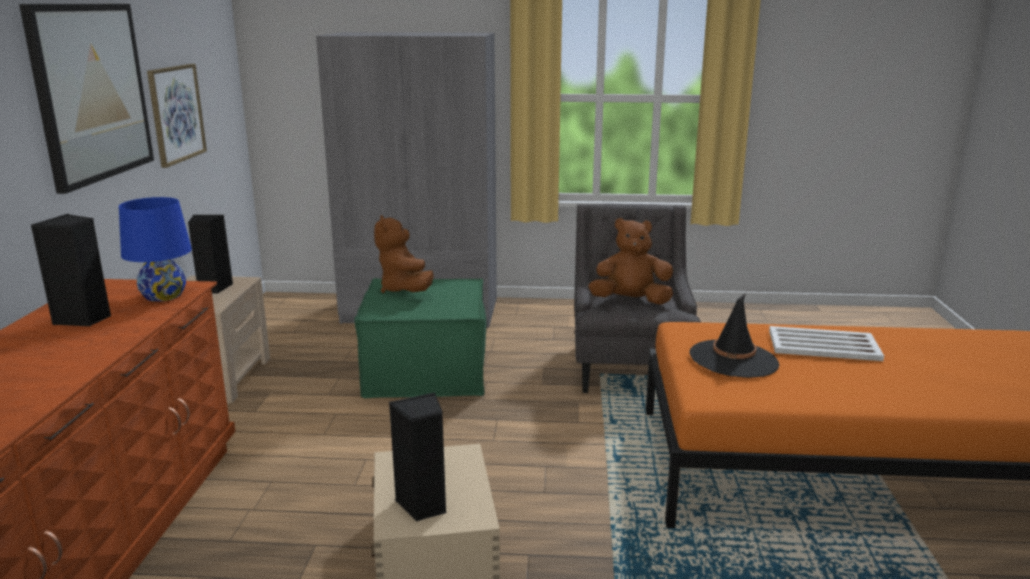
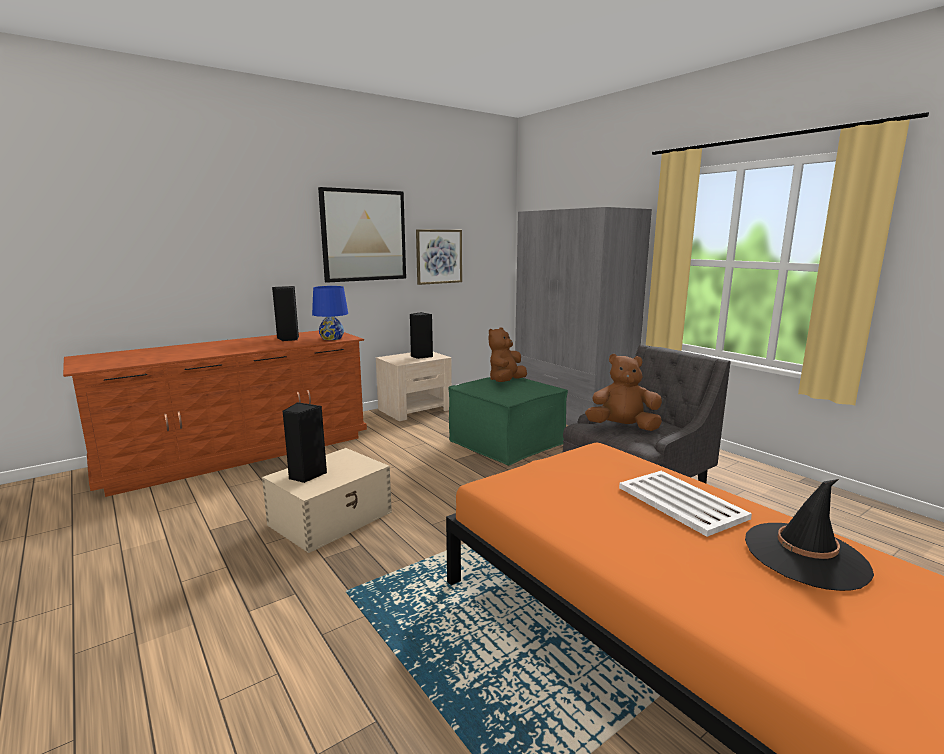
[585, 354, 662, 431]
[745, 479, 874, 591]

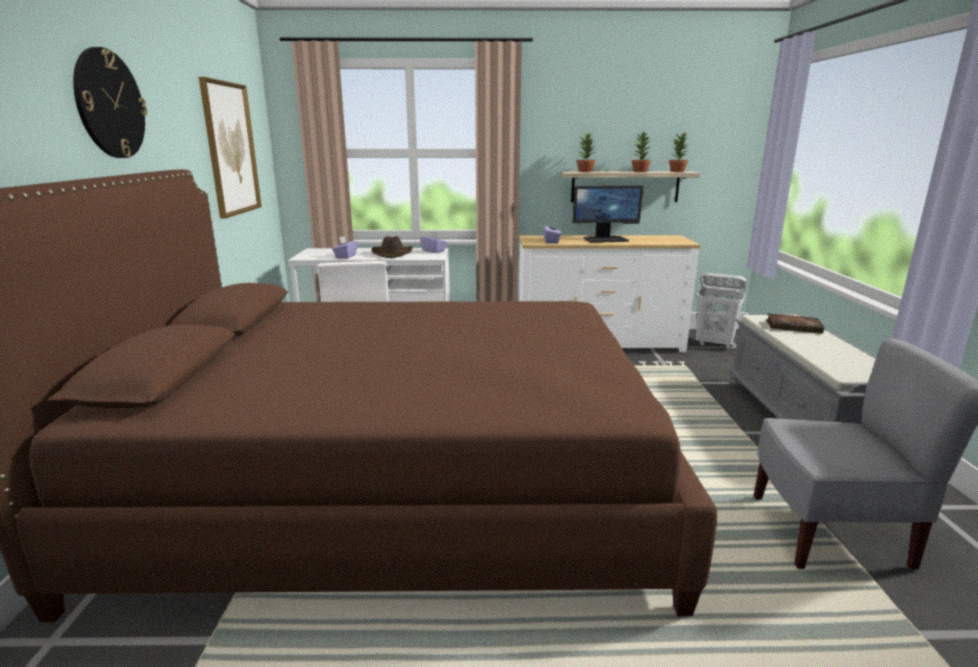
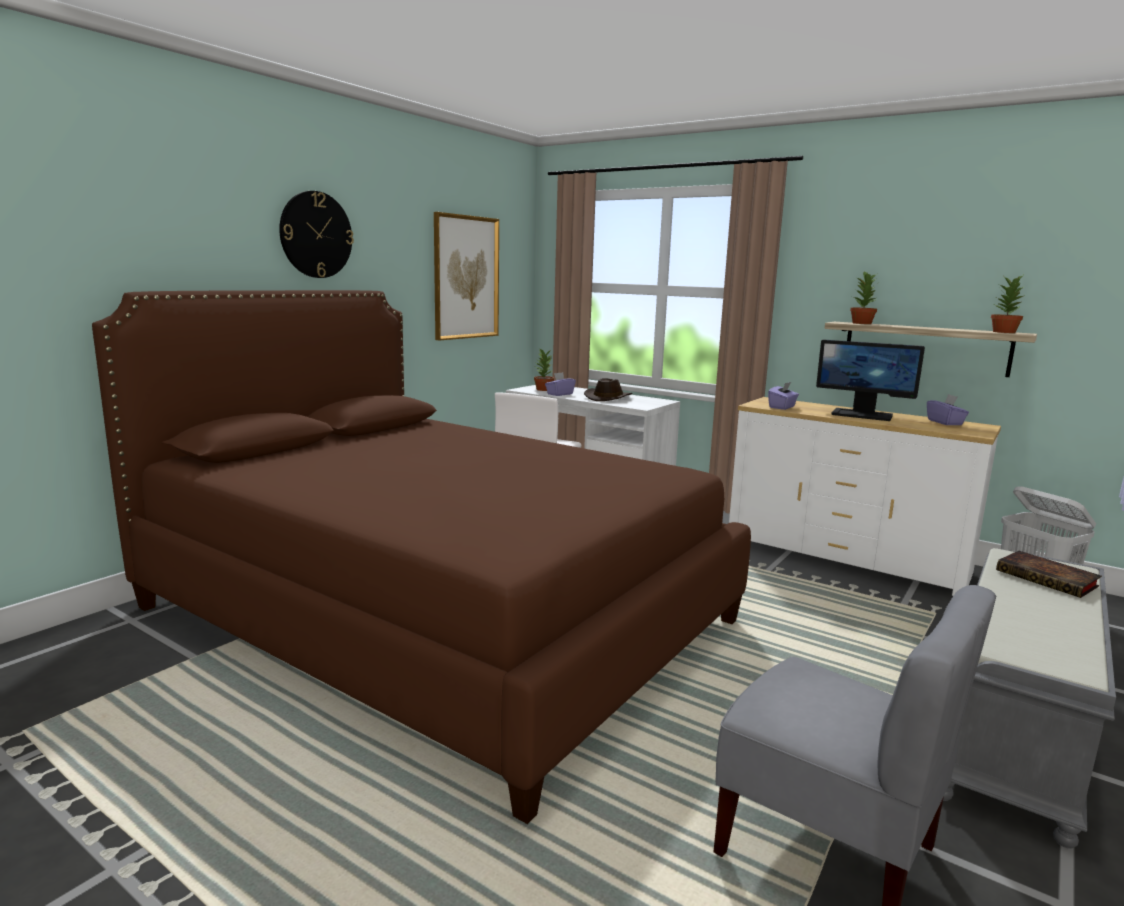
[534, 349, 554, 391]
[927, 394, 969, 425]

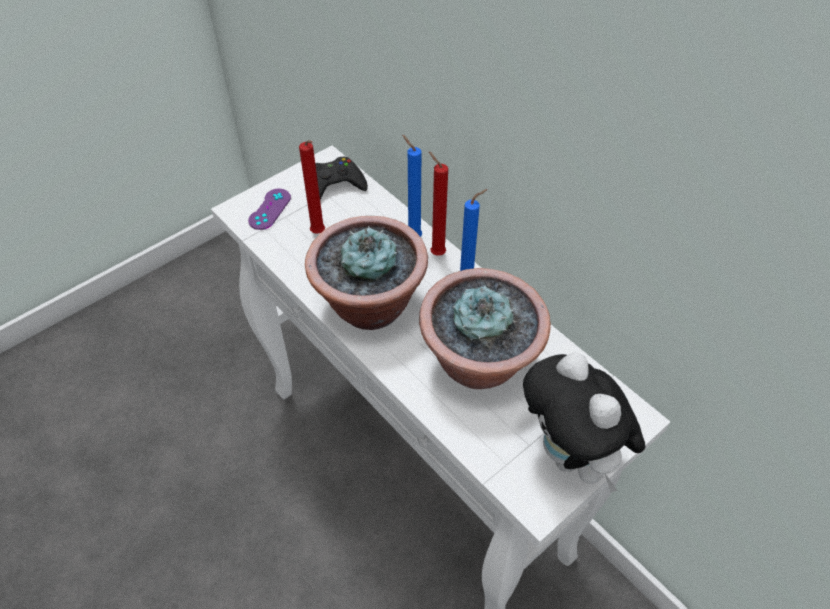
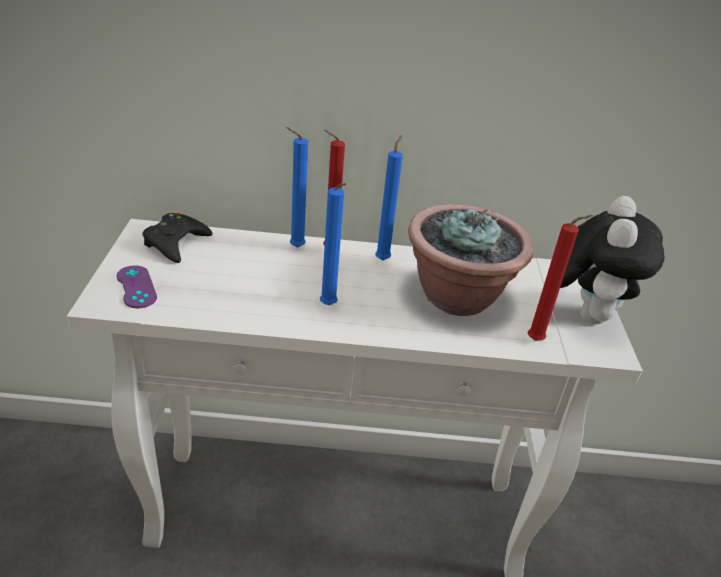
[320, 183, 346, 305]
[528, 215, 593, 341]
[560, 196, 664, 324]

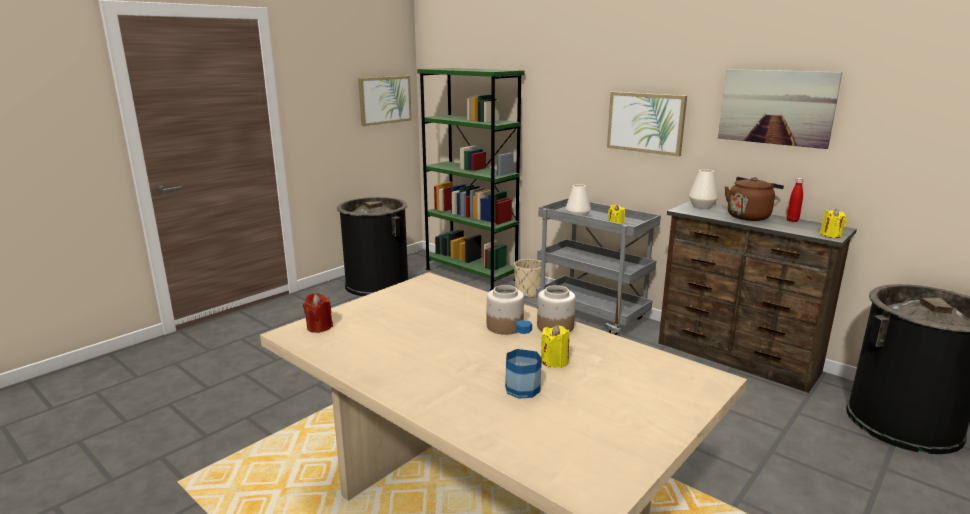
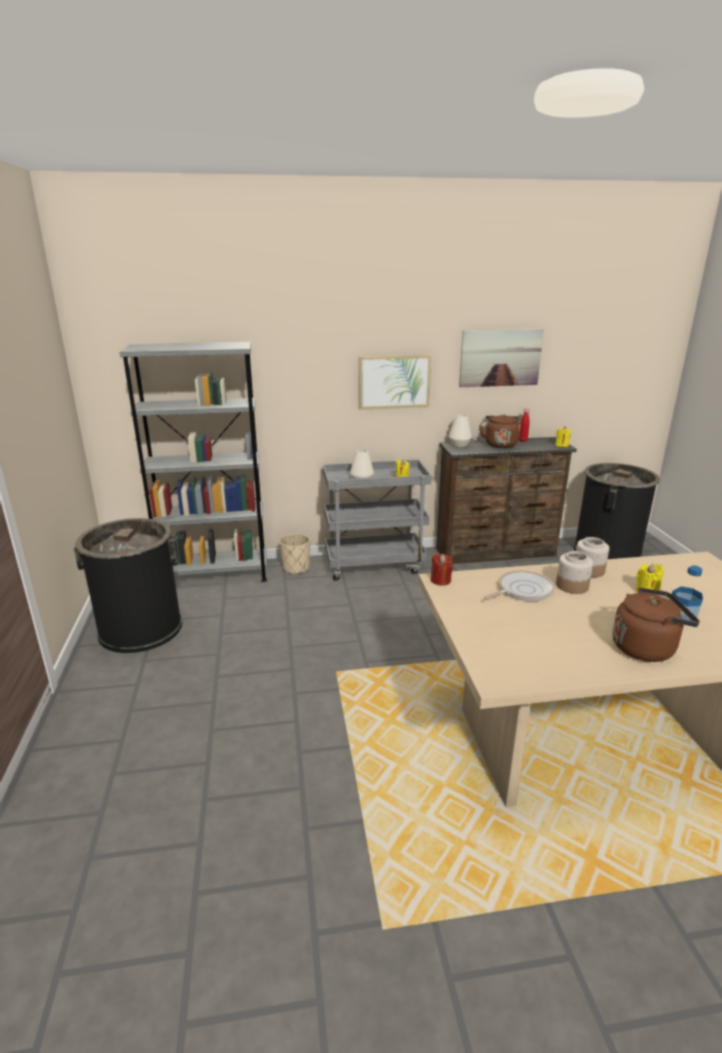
[119, 342, 267, 582]
[431, 554, 453, 586]
[484, 570, 556, 601]
[612, 587, 700, 662]
[358, 76, 412, 126] (first image)

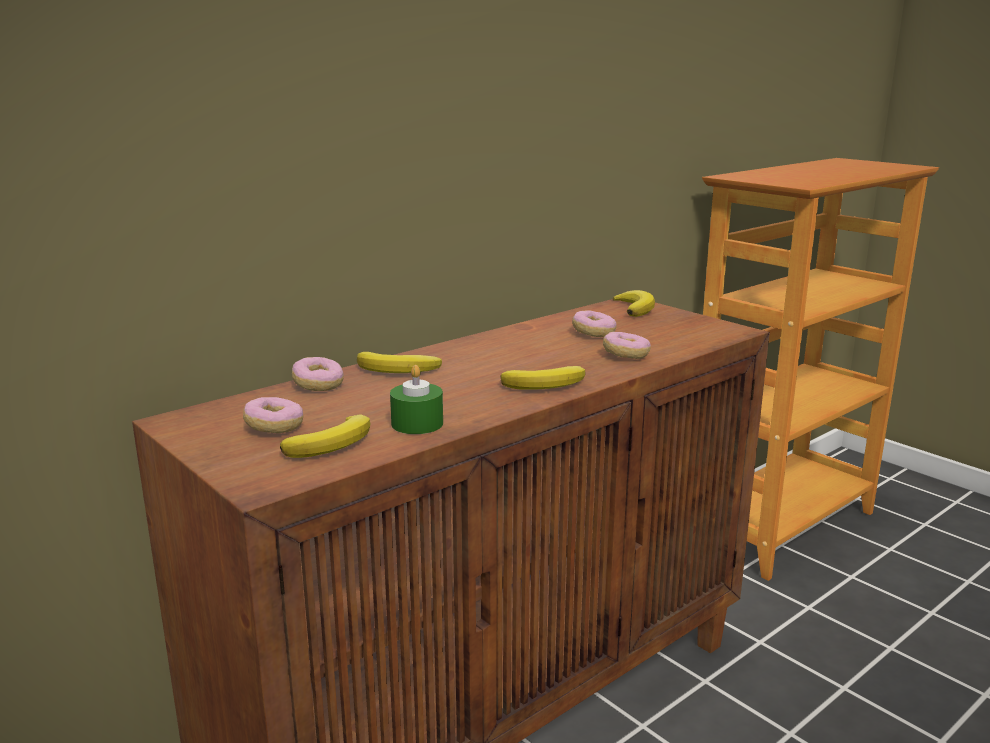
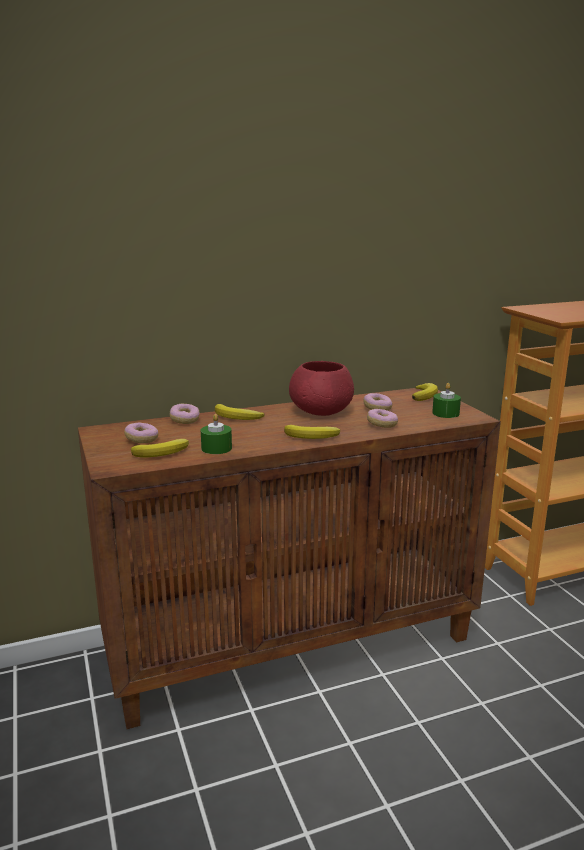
[289, 361, 354, 416]
[432, 383, 461, 418]

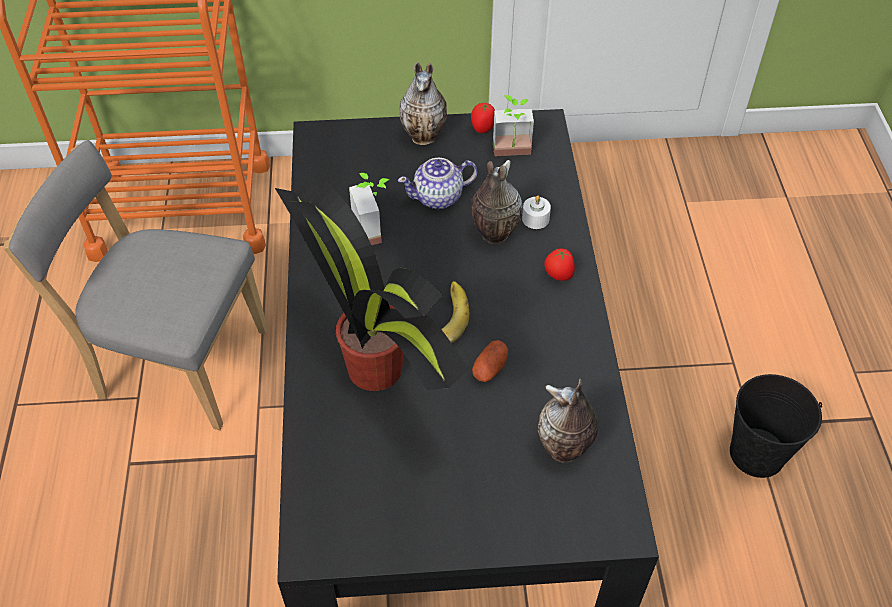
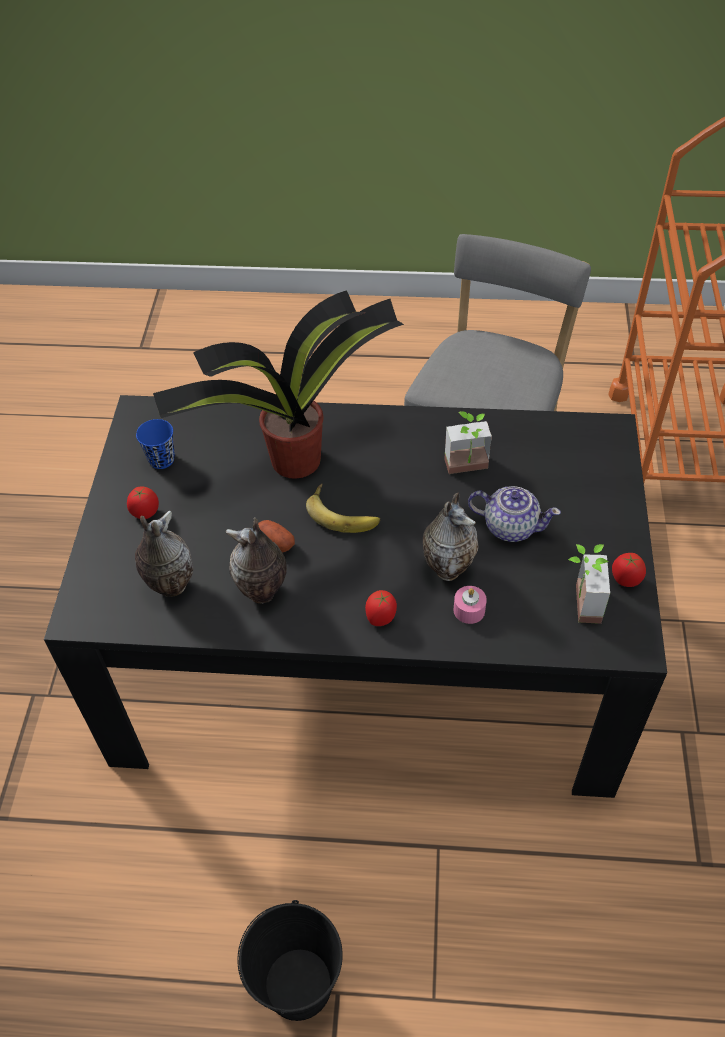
[127, 486, 159, 519]
[136, 419, 175, 469]
[226, 518, 287, 604]
[454, 586, 487, 624]
[468, 486, 561, 542]

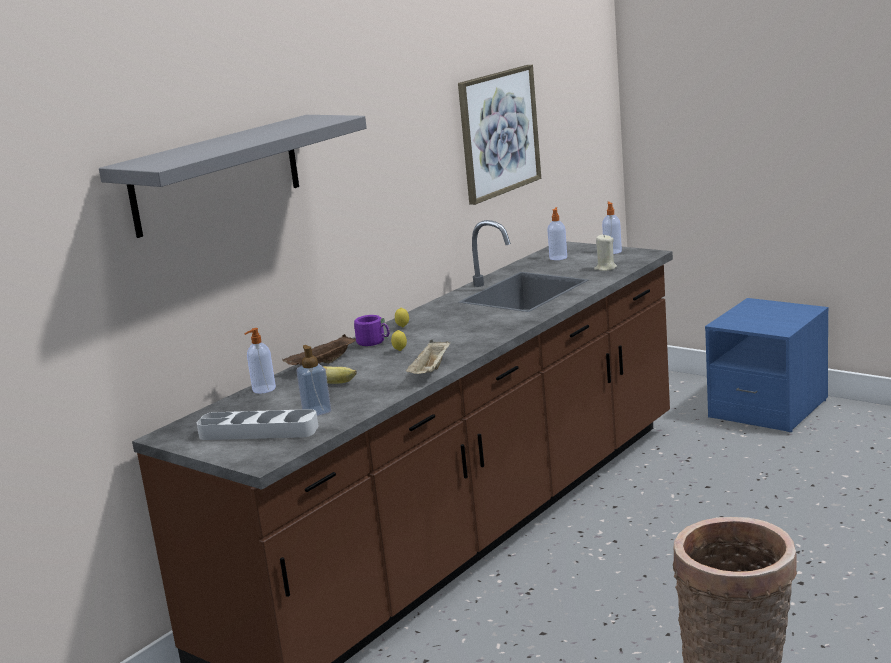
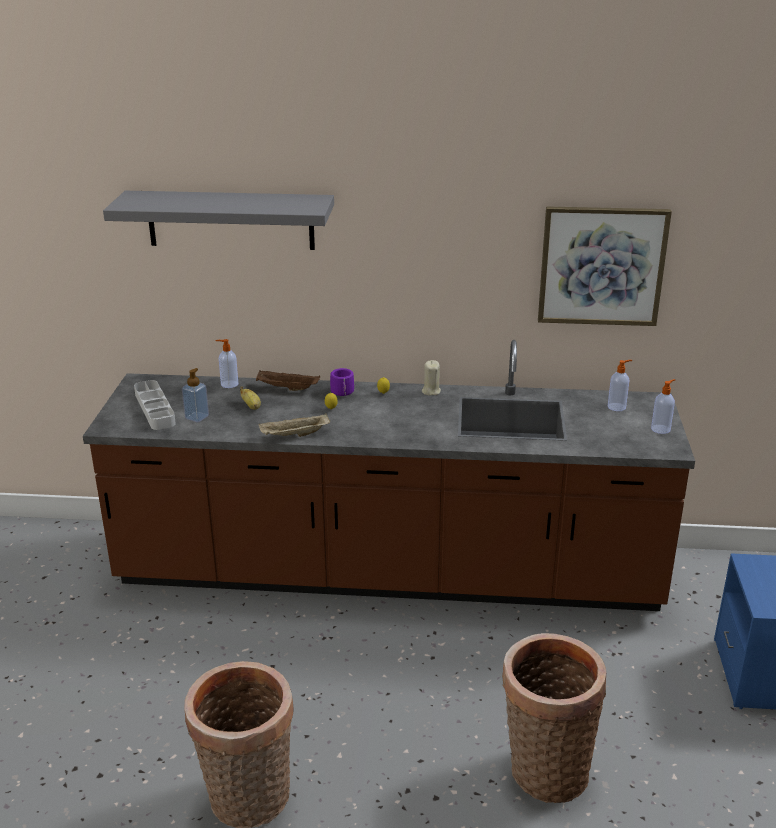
[422, 360, 441, 396]
[502, 633, 606, 803]

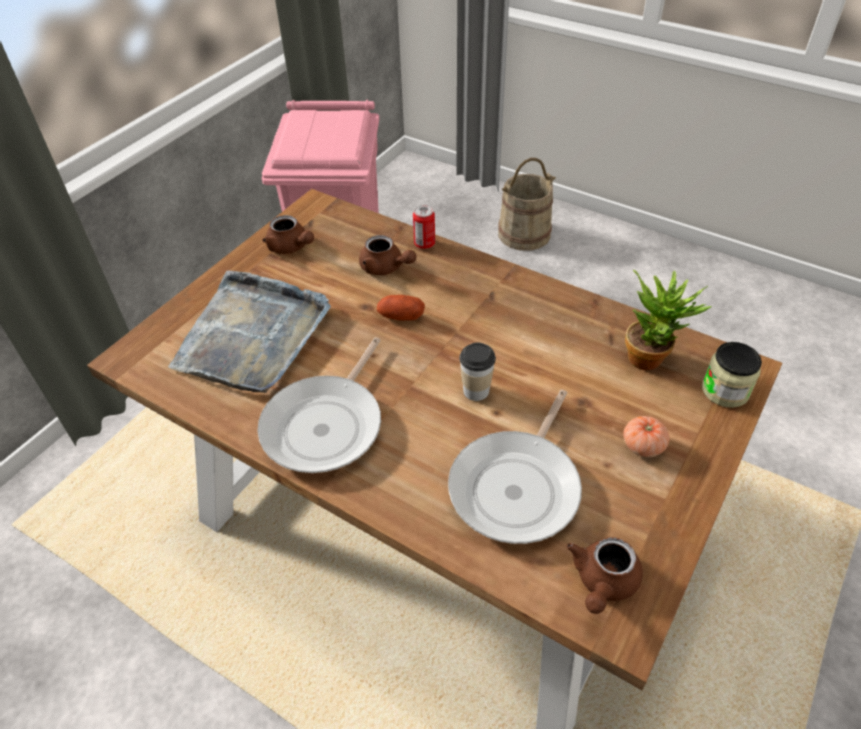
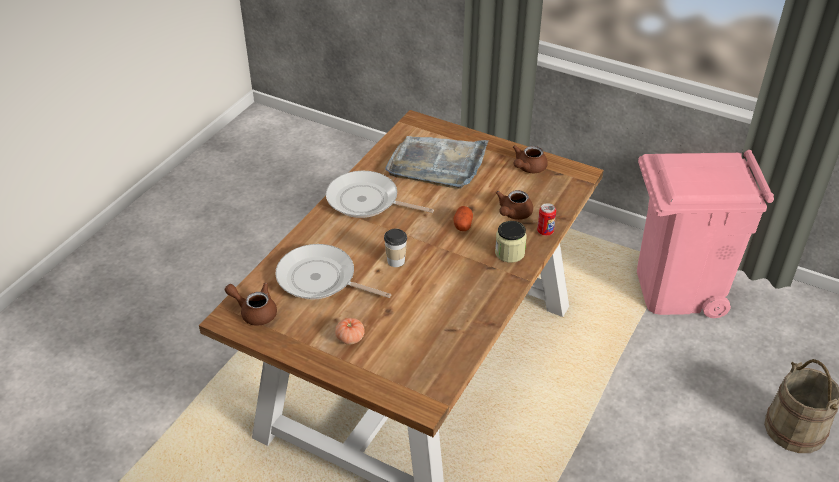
[495, 221, 527, 263]
[625, 269, 712, 370] (first image)

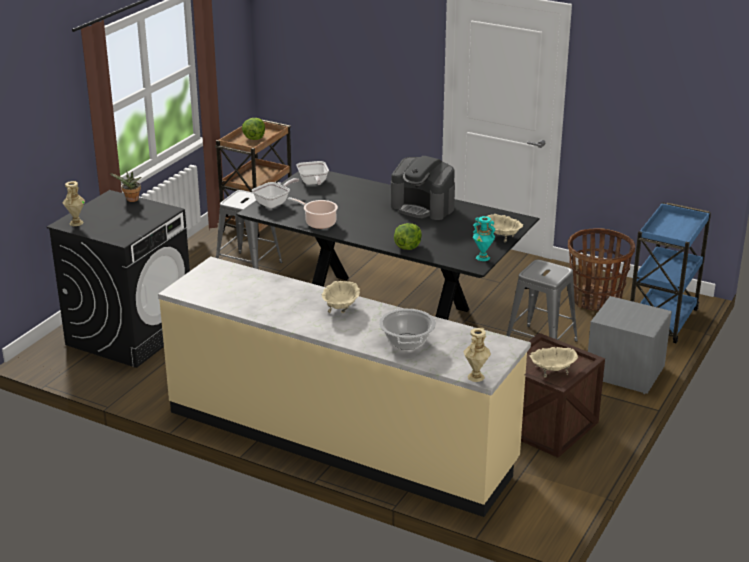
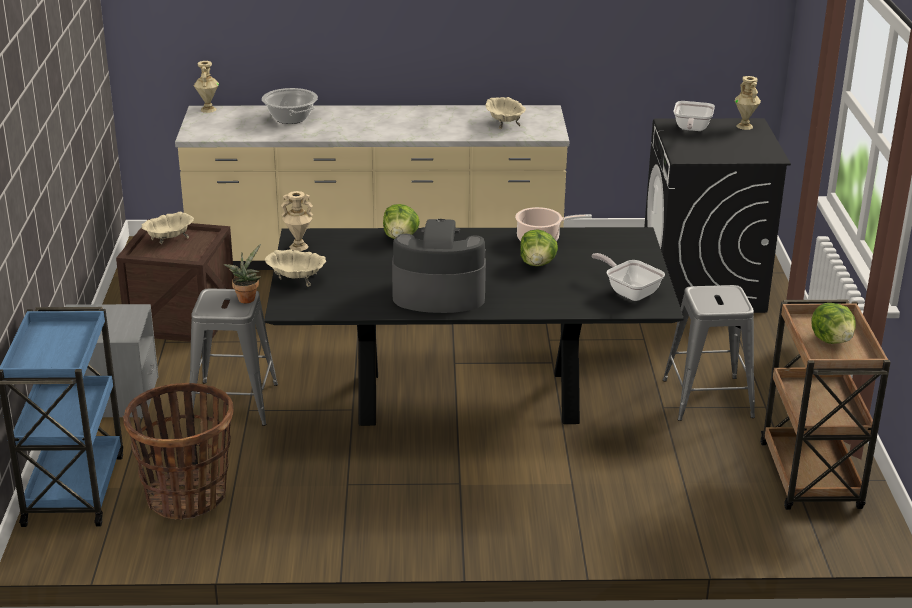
[224, 244, 261, 303]
[281, 191, 313, 251]
[485, 97, 526, 129]
[520, 229, 558, 266]
[674, 101, 715, 131]

